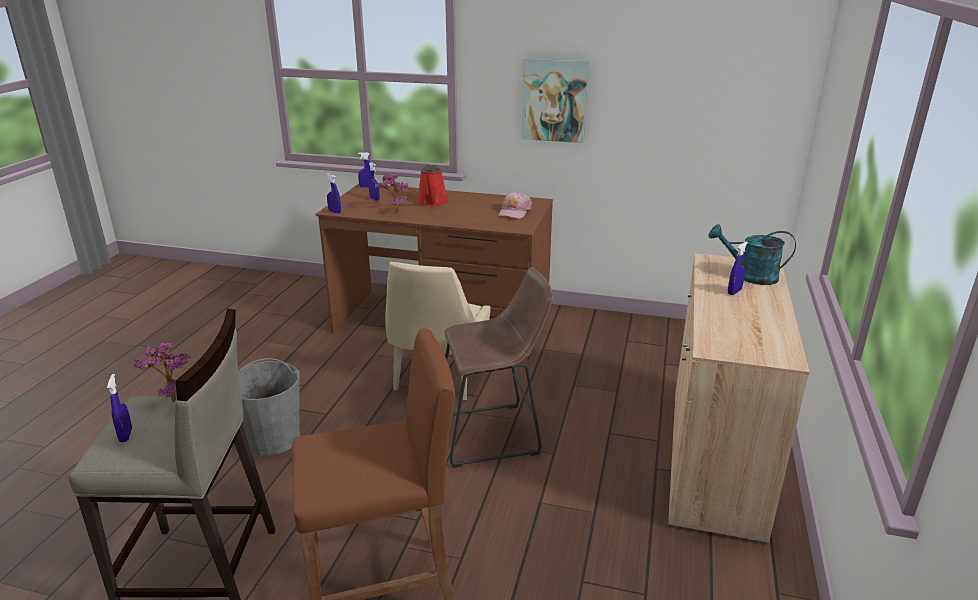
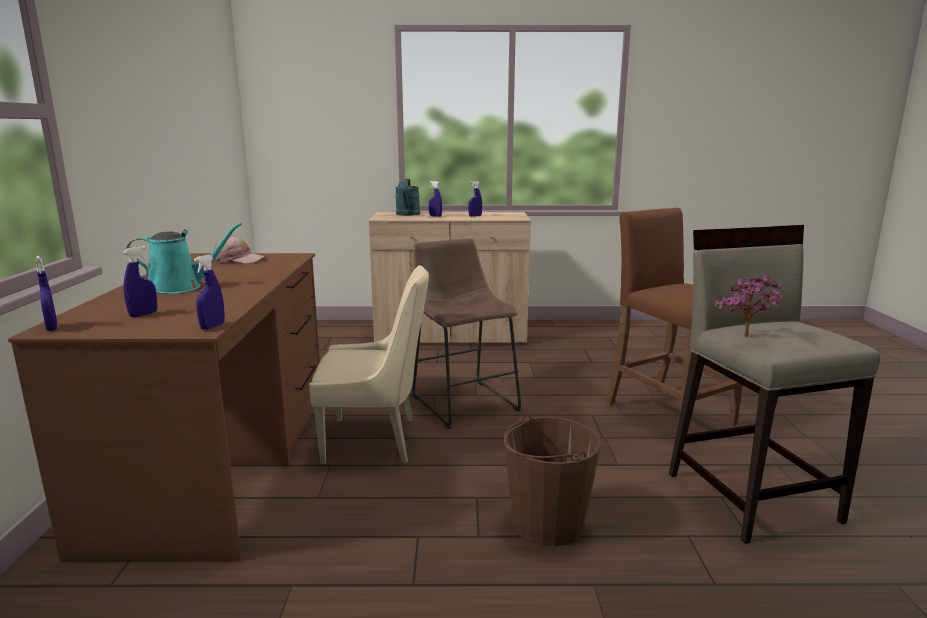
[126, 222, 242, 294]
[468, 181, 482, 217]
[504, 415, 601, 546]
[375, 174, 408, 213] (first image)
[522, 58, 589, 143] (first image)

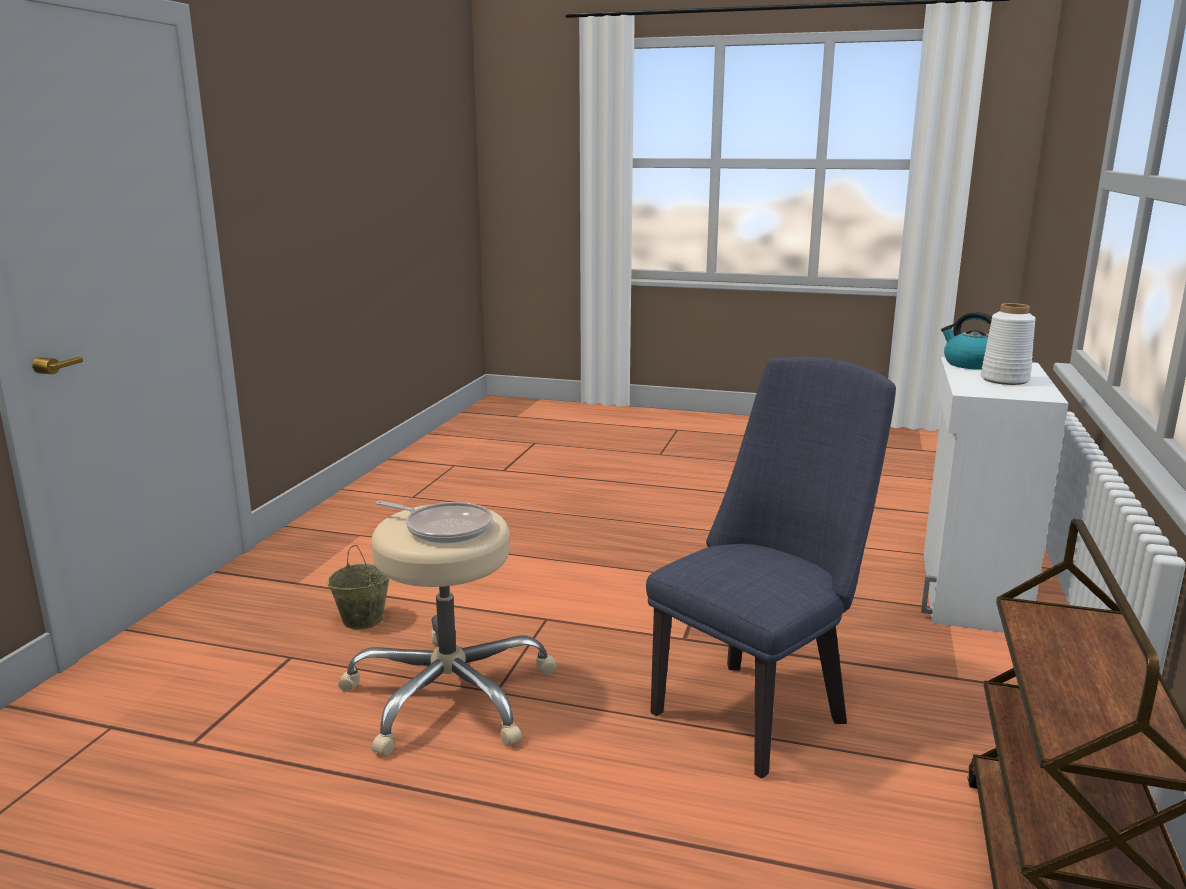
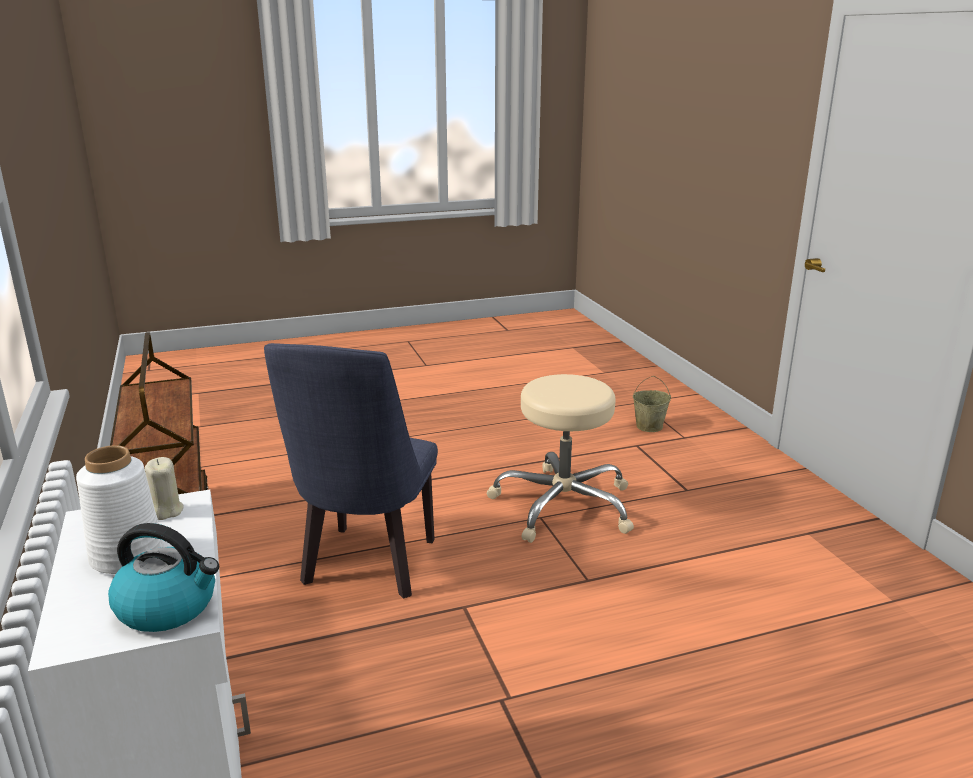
[145, 457, 184, 520]
[633, 376, 671, 432]
[376, 501, 493, 543] (first image)

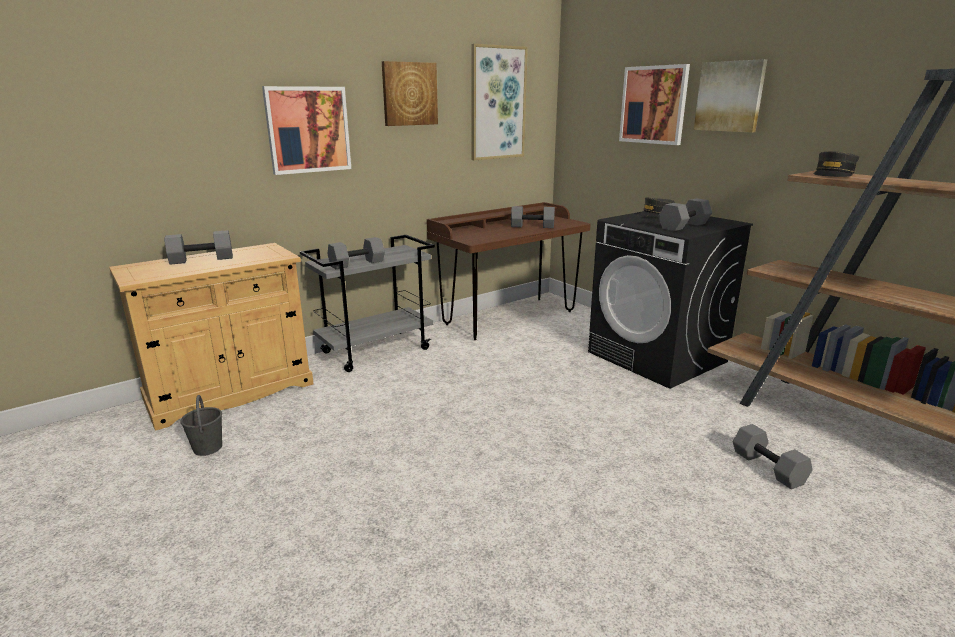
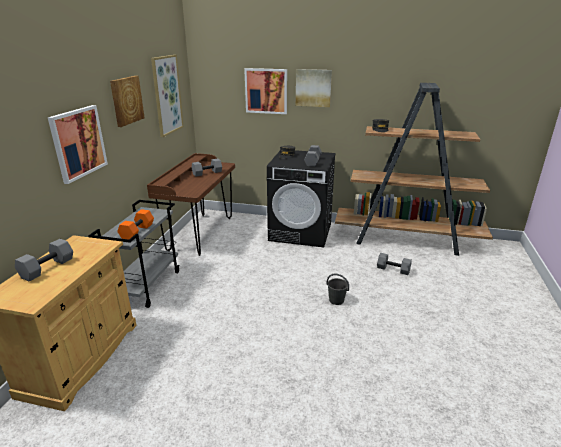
[117, 209, 154, 240]
[326, 274, 349, 305]

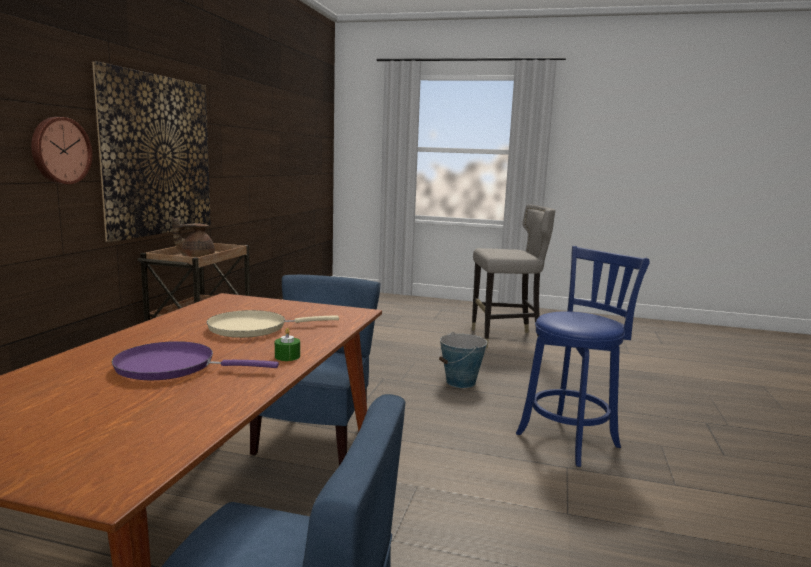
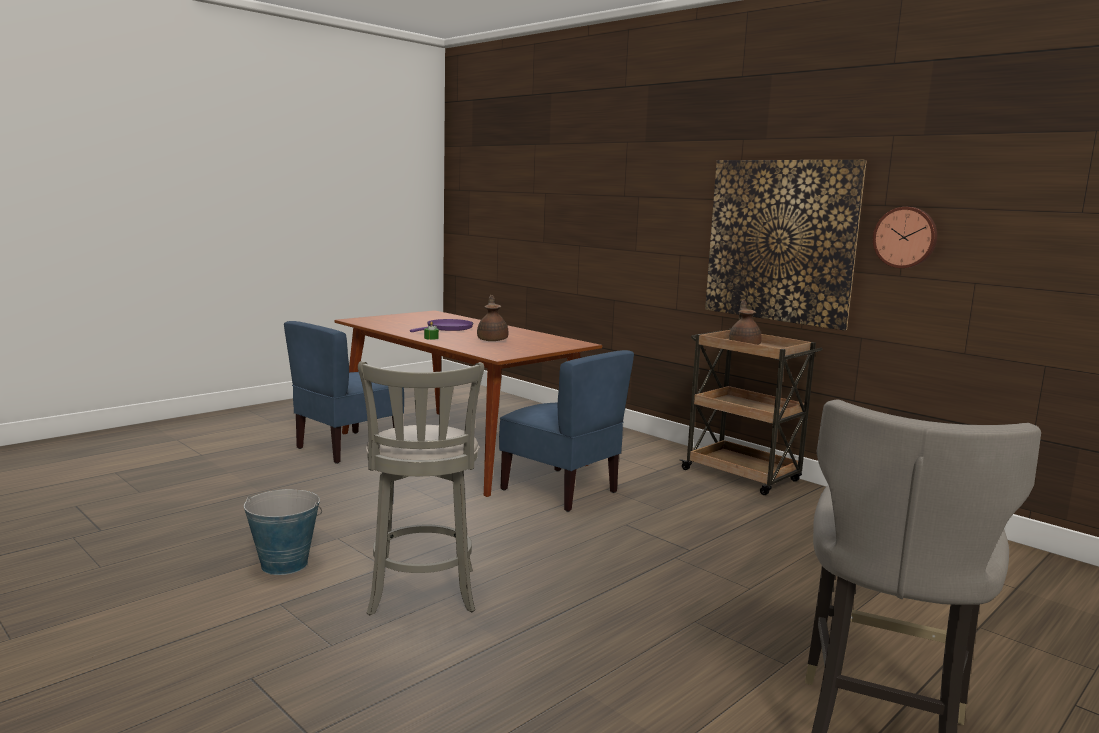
[244, 489, 322, 575]
[358, 361, 484, 615]
[477, 295, 508, 341]
[873, 207, 937, 268]

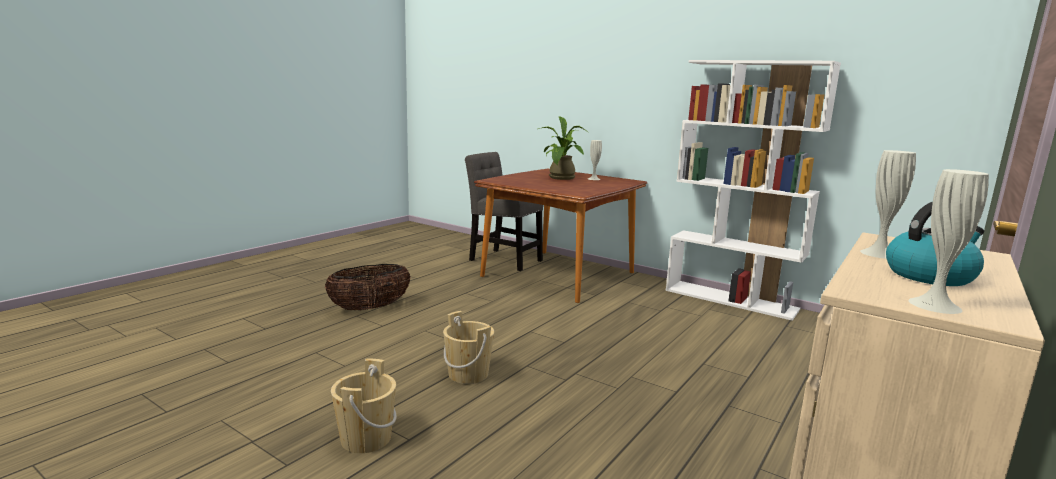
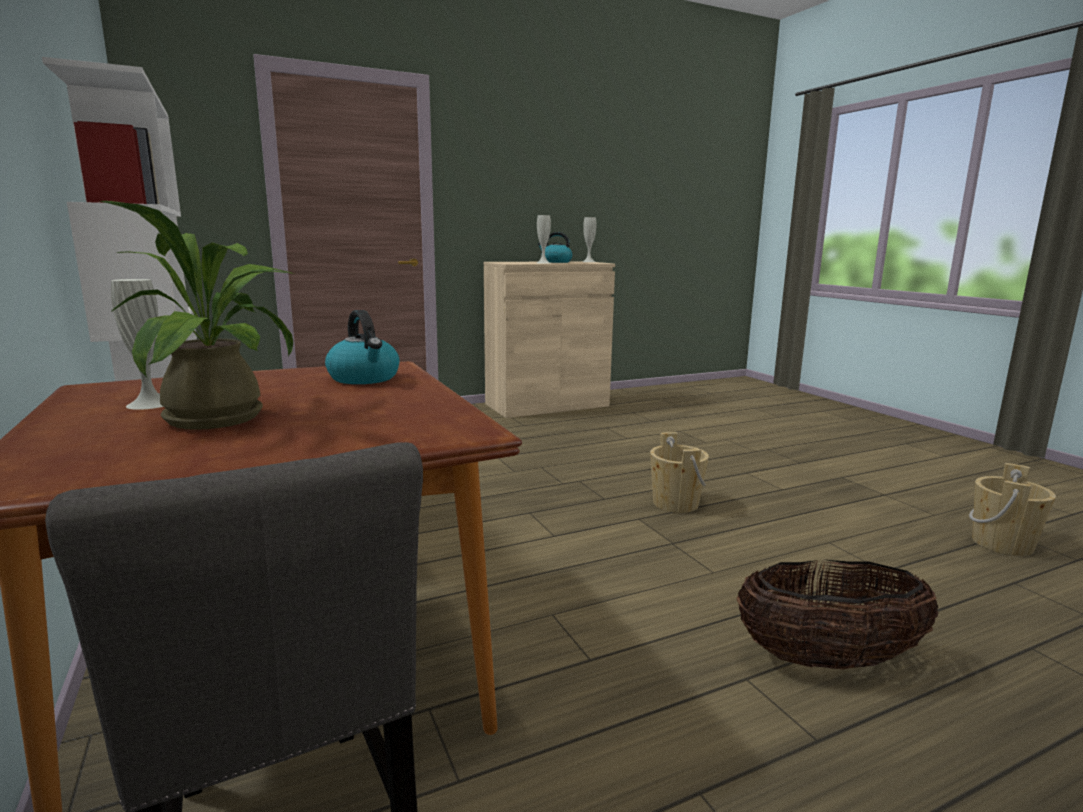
[325, 310, 399, 384]
[969, 463, 1056, 556]

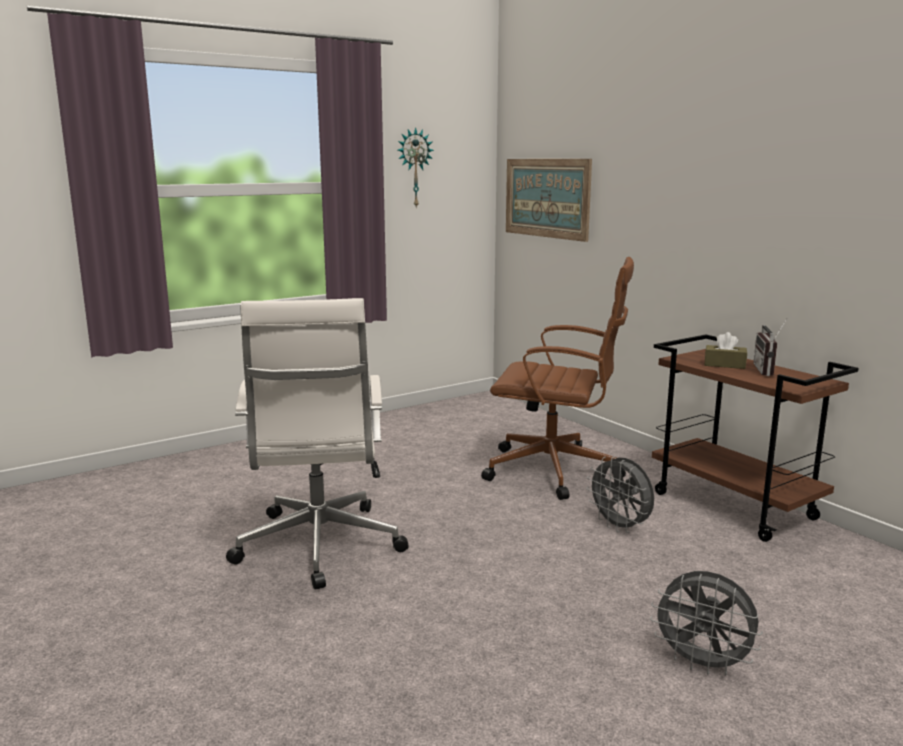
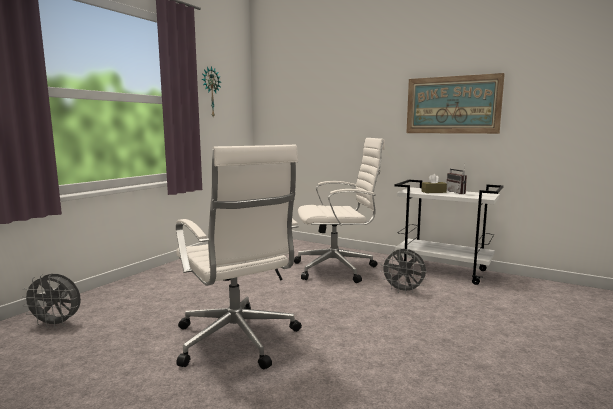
[21, 274, 81, 328]
[294, 138, 385, 283]
[395, 180, 503, 285]
[406, 73, 505, 134]

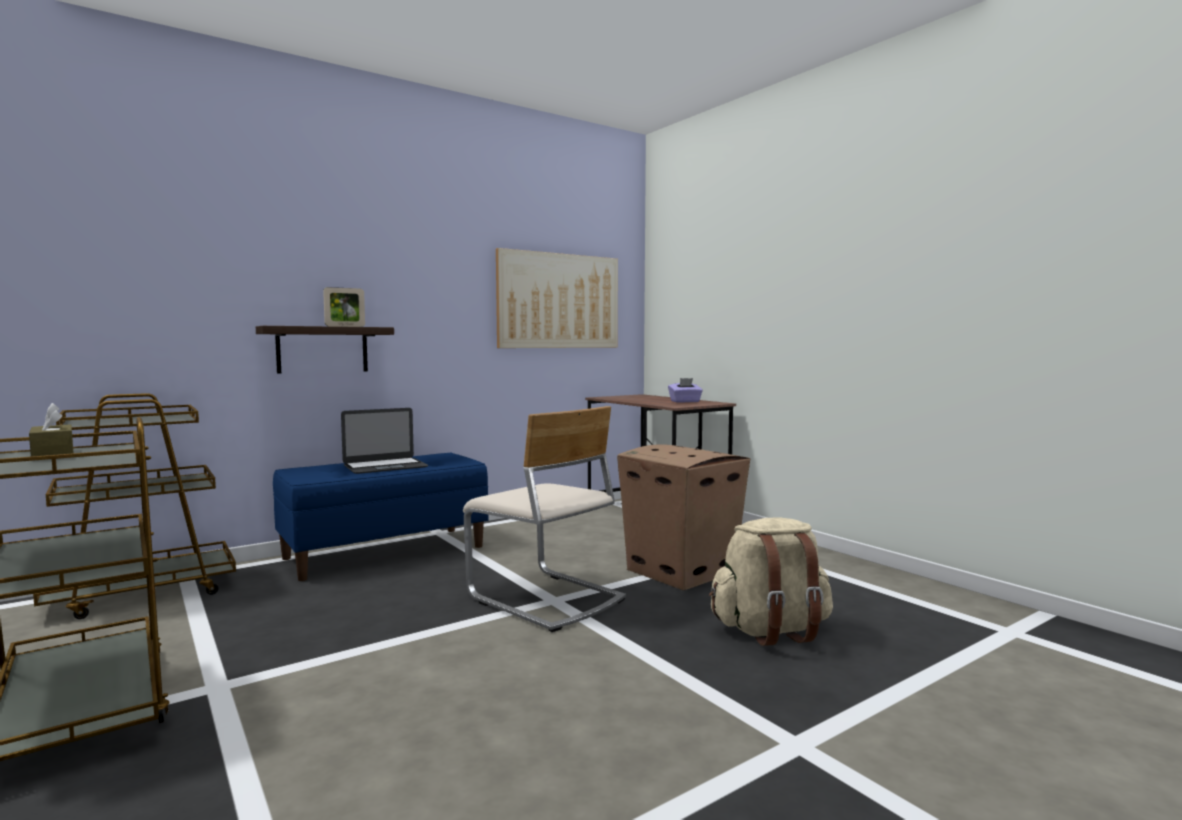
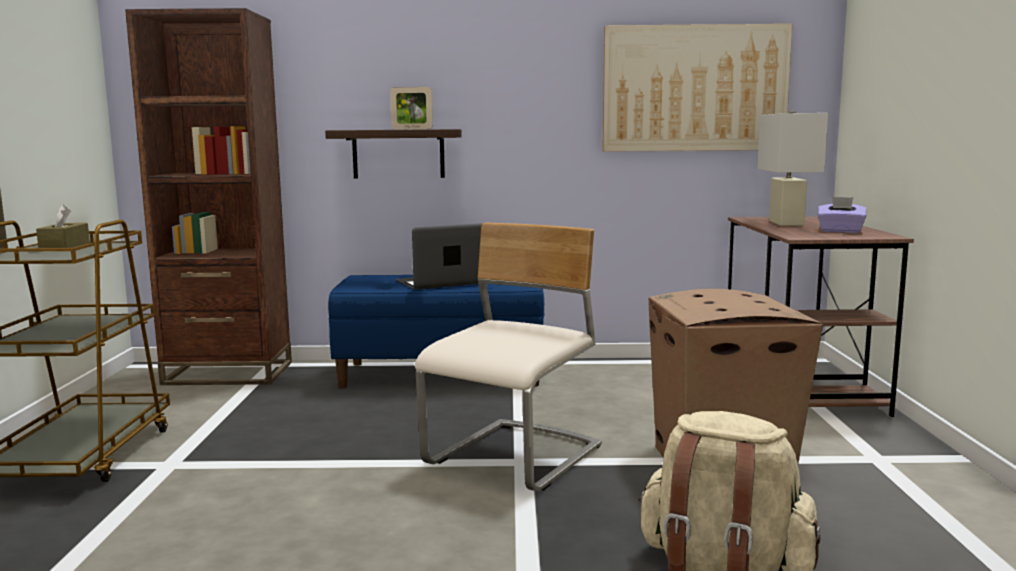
[125, 8, 292, 385]
[396, 223, 482, 290]
[415, 223, 602, 492]
[758, 111, 828, 226]

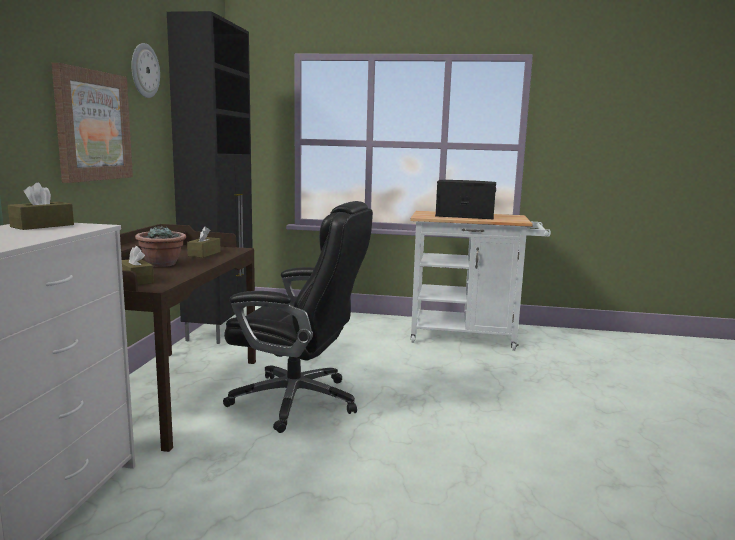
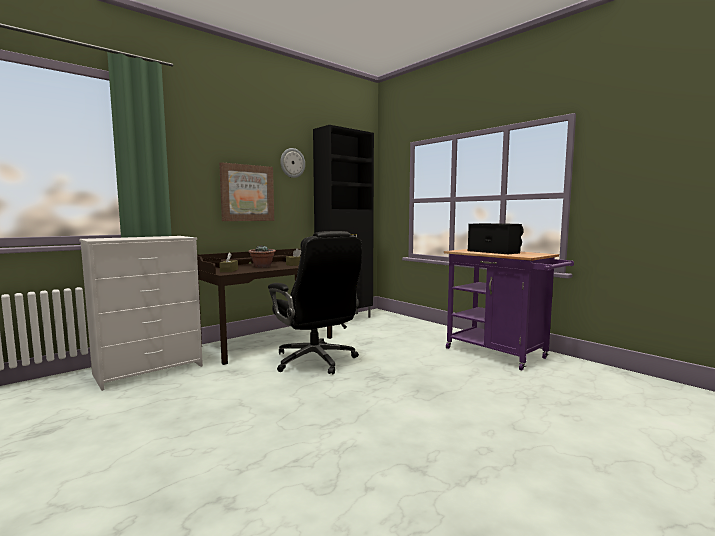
[444, 249, 574, 371]
[8, 183, 74, 230] (first image)

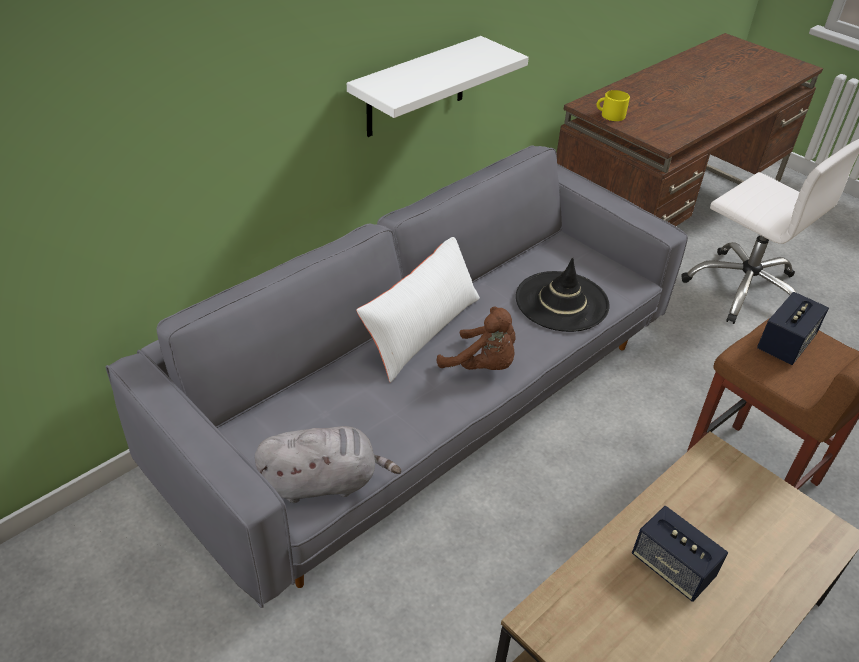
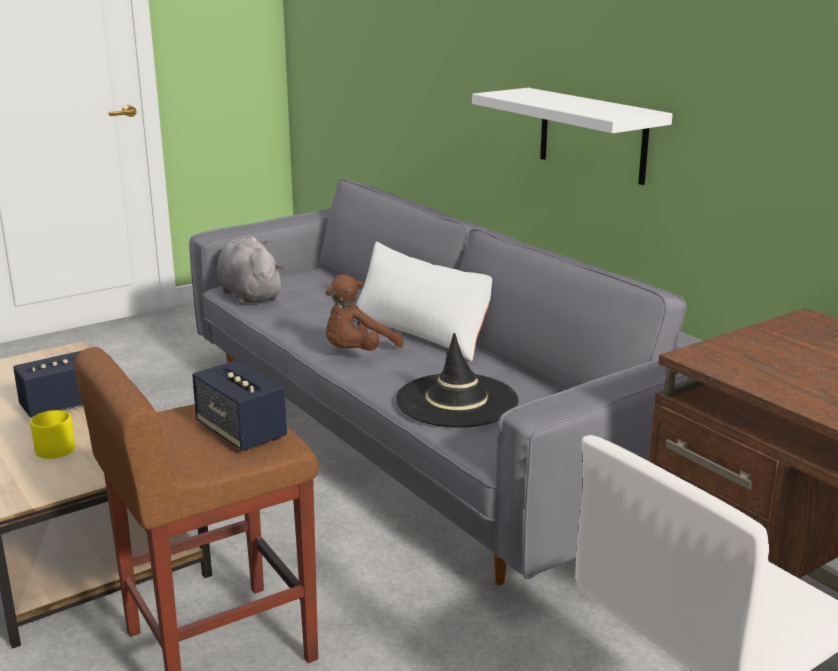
[30, 410, 75, 459]
[217, 237, 284, 305]

